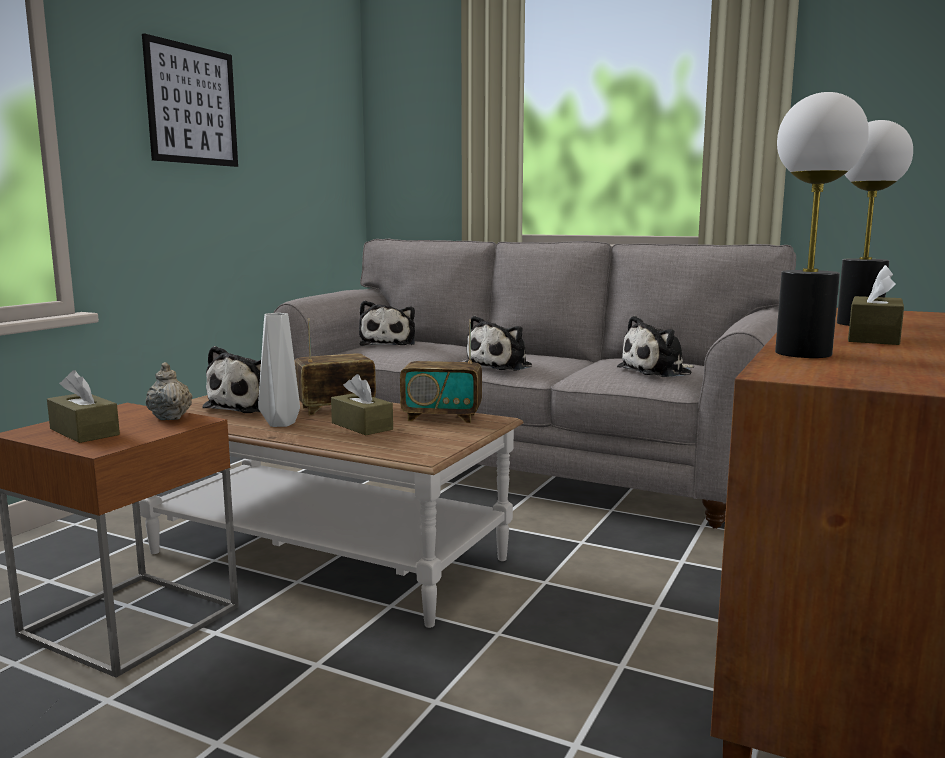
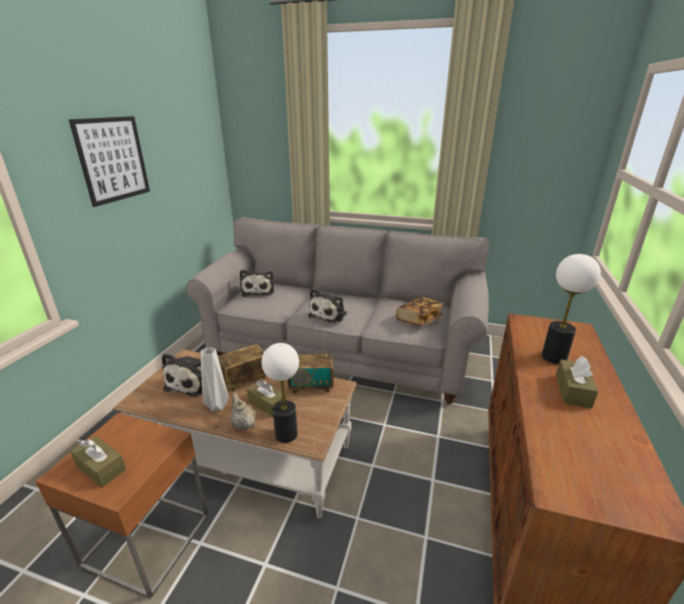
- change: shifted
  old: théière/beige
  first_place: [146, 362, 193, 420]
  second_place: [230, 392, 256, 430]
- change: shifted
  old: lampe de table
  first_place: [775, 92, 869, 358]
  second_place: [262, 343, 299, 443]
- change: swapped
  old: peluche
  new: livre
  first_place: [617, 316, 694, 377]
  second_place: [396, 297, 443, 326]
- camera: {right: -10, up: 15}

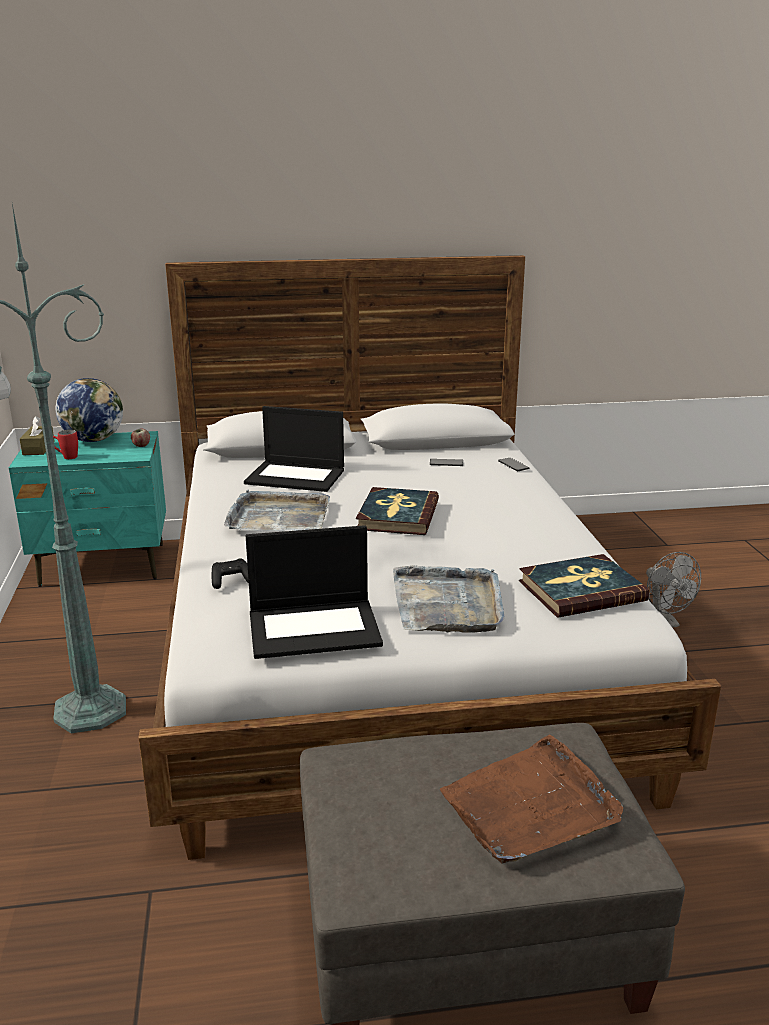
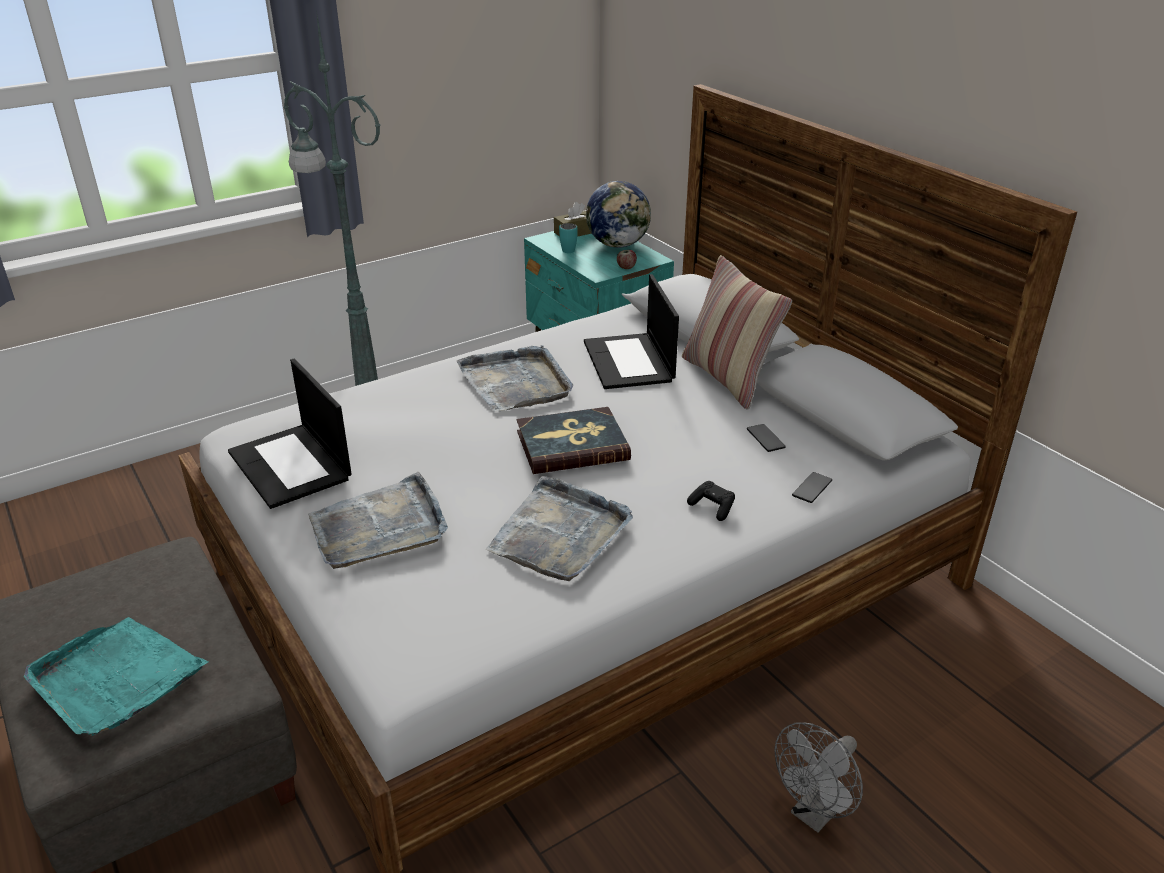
- change: repainted
  old: plateau/marron
  new: plateau/turquoise
  first_place: [440, 735, 623, 864]
  second_place: [24, 617, 208, 736]
- change: new
  new: plateau/gris
  second_place: [486, 476, 633, 581]
- change: repainted
  old: mug/rouge
  new: mug/turquoise
  first_place: [53, 430, 78, 459]
  second_place: [559, 223, 577, 253]
- change: new
  new: coussin
  second_place: [682, 255, 792, 410]
- change: shifted
  old: manette/noir
  first_place: [212, 558, 249, 589]
  second_place: [687, 481, 735, 521]
- change: gone
  old: livre
  first_place: [519, 554, 649, 618]
- camera: {right: 65, up: 10}

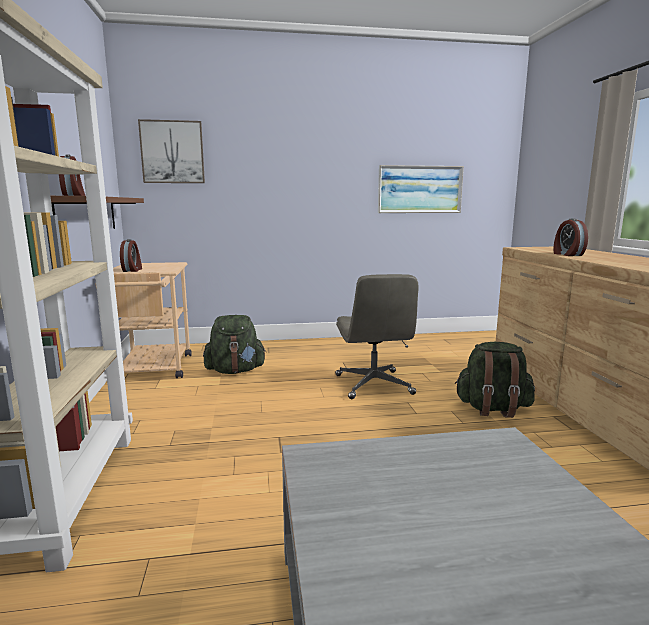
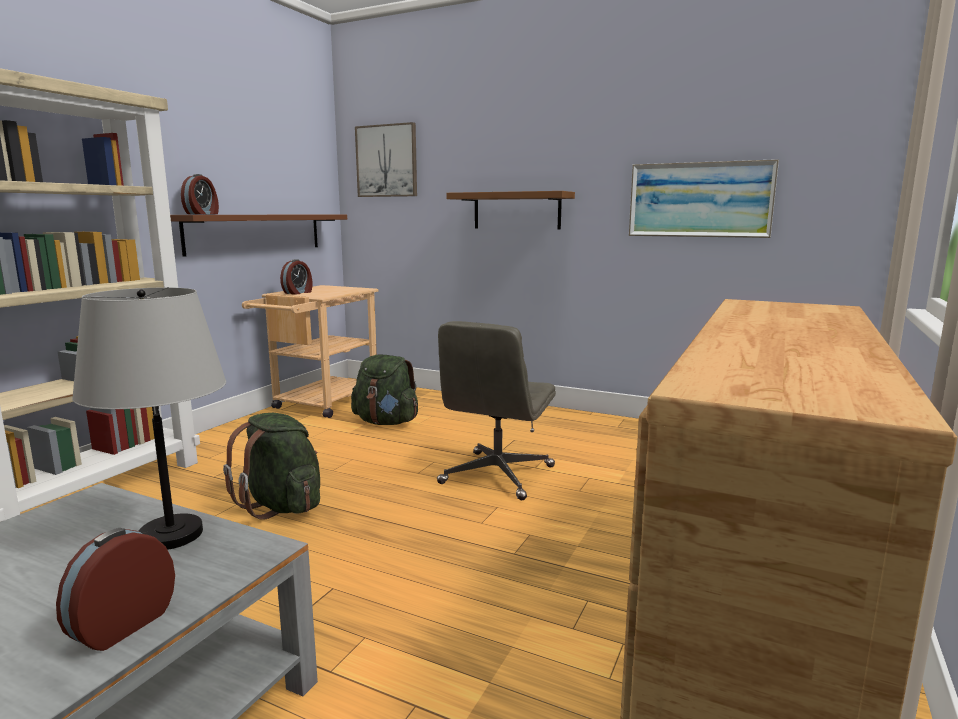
- change: shifted
  old: réveil
  first_place: [554, 218, 588, 256]
  second_place: [56, 528, 175, 651]
- change: new
  new: lampe de table/gris
  second_place: [72, 287, 226, 550]
- change: shifted
  old: sac à dos/vert
  first_place: [455, 342, 535, 418]
  second_place: [223, 413, 320, 520]
- change: new
  new: étagère/marron
  second_place: [446, 191, 575, 230]
- camera: {right: 35, up: 0}

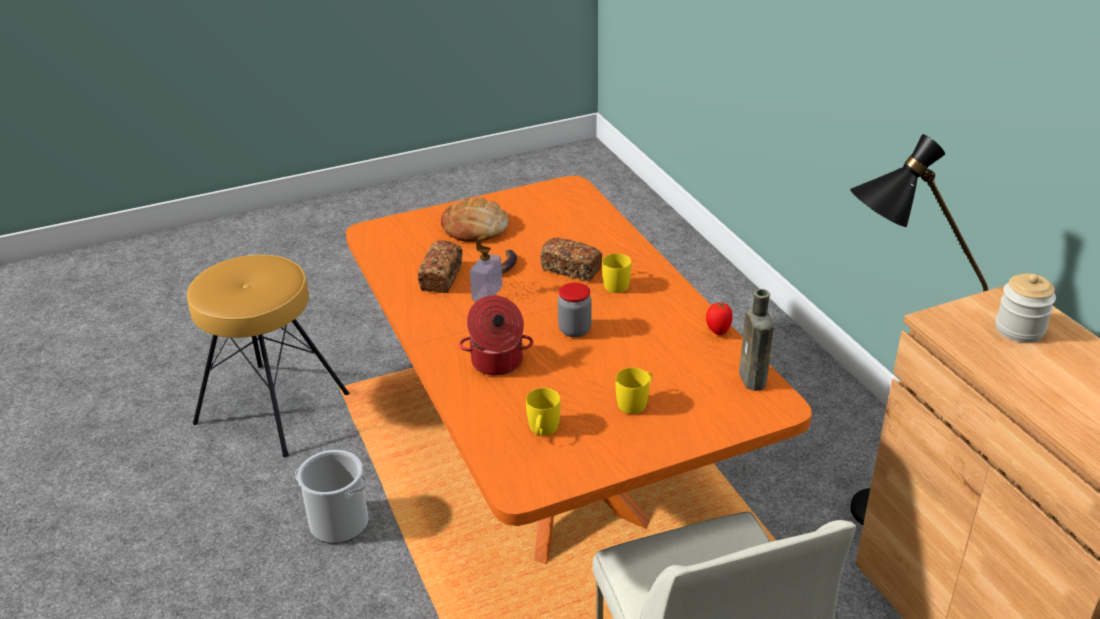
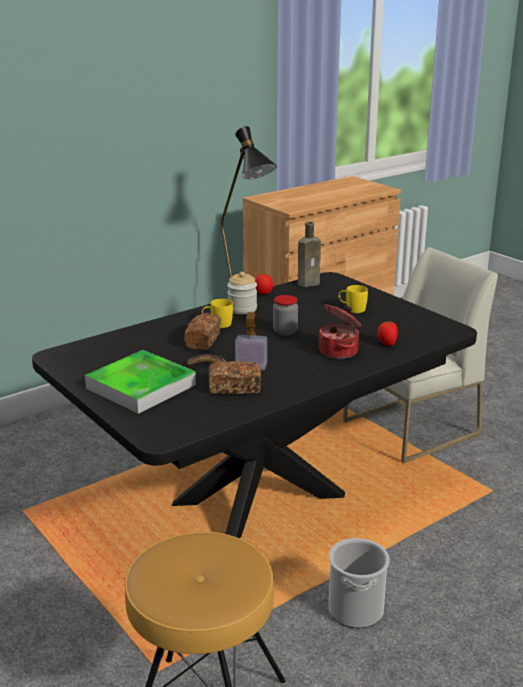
- change: repainted
  old: table à manger/orange
  new: table à manger/noir
  first_place: [346, 176, 812, 565]
  second_place: [32, 272, 477, 539]
- change: swapped
  old: pain
  new: plateau
  first_place: [441, 197, 509, 242]
  second_place: [85, 350, 196, 414]
- change: shifted
  old: bocal
  first_place: [996, 273, 1056, 342]
  second_place: [227, 272, 257, 315]
- change: new
  new: tomate
  second_place: [377, 321, 398, 346]
- change: gone
  old: mug/jaune
  first_place: [526, 388, 561, 436]
- camera: {right: -105, up: -10}

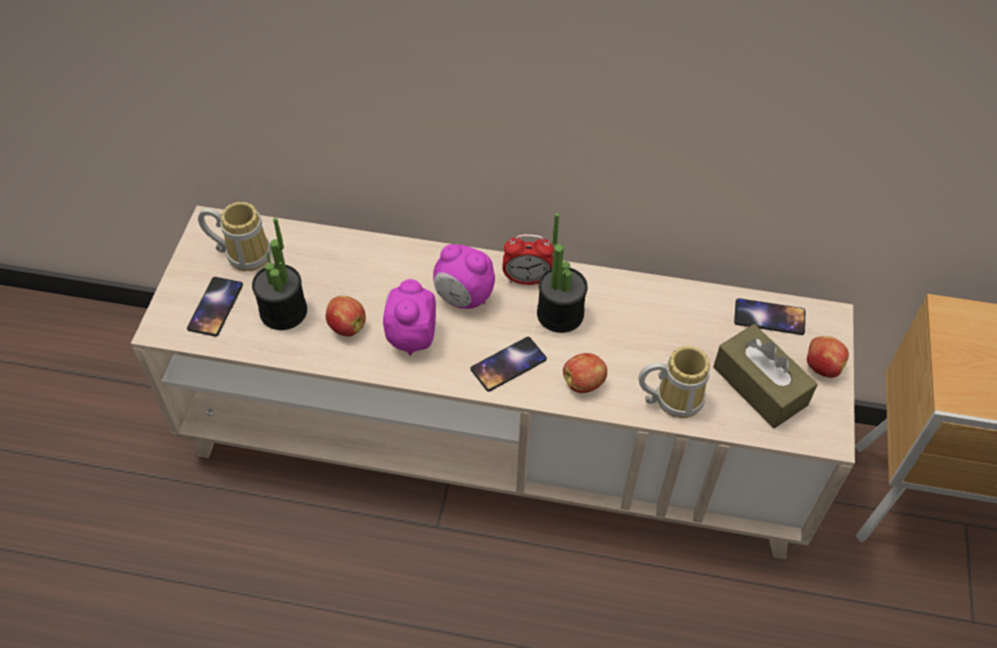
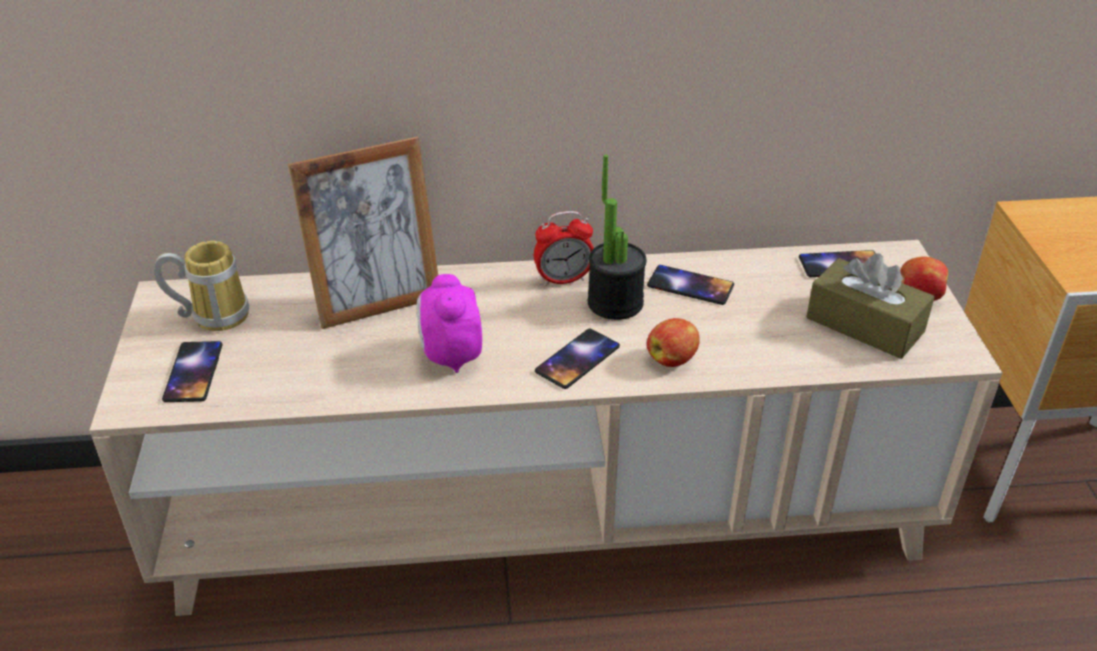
- change: new
  new: cadre photo
  second_place: [288, 137, 438, 329]
- change: new
  new: téléphone
  second_place: [647, 265, 734, 305]
- change: gone
  old: plante en pot
  first_place: [252, 218, 307, 330]
- change: gone
  old: pomme
  first_place: [326, 296, 366, 336]
- change: gone
  old: réveil
  first_place: [433, 244, 495, 309]
- change: gone
  old: mug
  first_place: [639, 346, 710, 418]
- camera: {right: -15, up: -15}

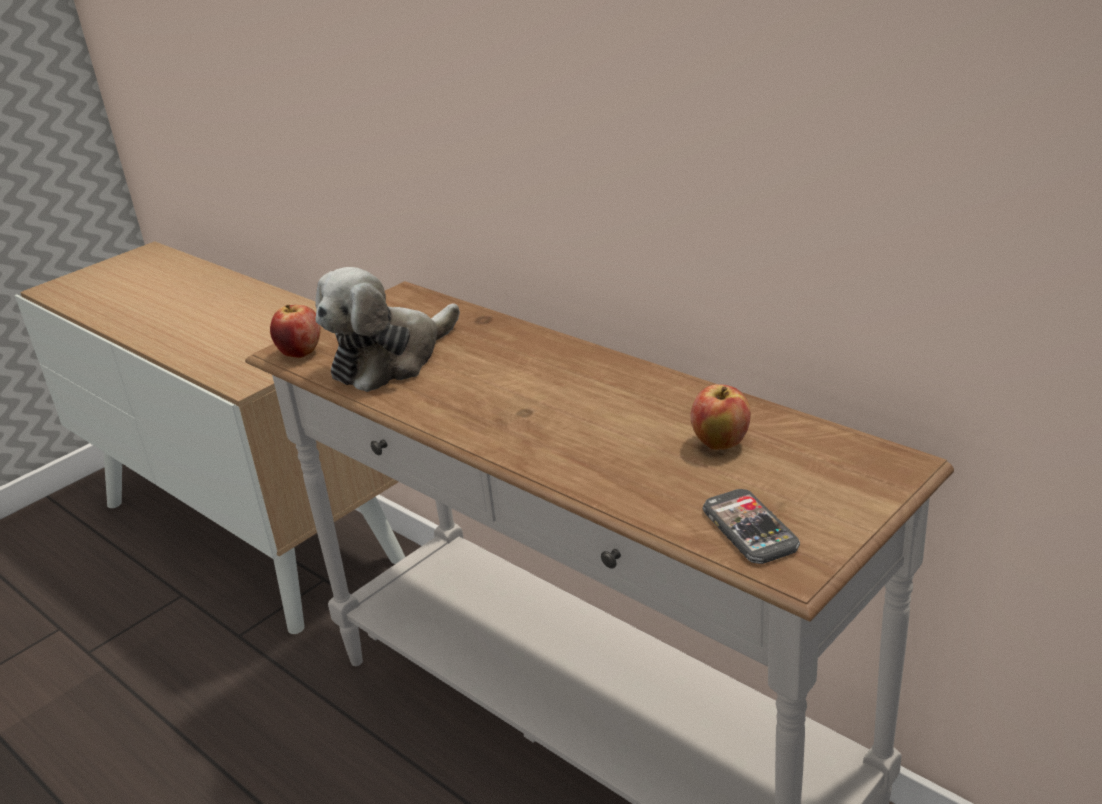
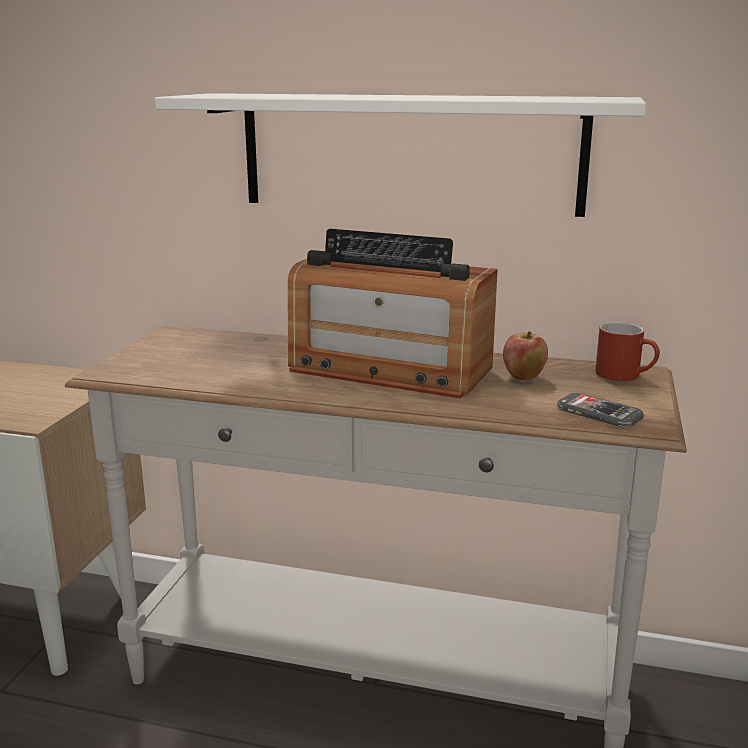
- change: new
  new: étagère/blanc
  second_place: [155, 93, 646, 217]
- change: new
  new: radio
  second_place: [287, 229, 498, 399]
- change: new
  new: mug/rouge
  second_place: [595, 322, 660, 381]
- change: gone
  old: pomme
  first_place: [270, 305, 321, 358]
- change: gone
  old: peluche
  first_place: [315, 267, 460, 392]
- camera: {right: -30, up: -10}

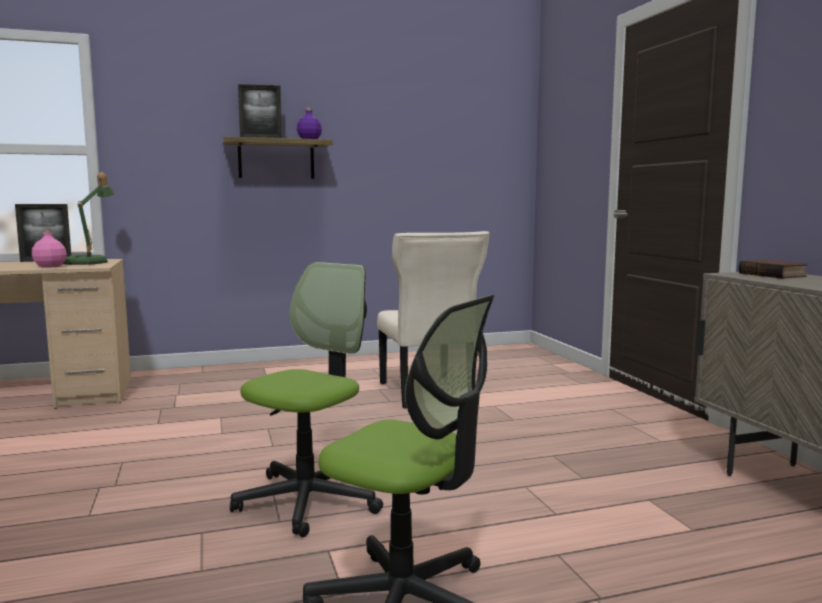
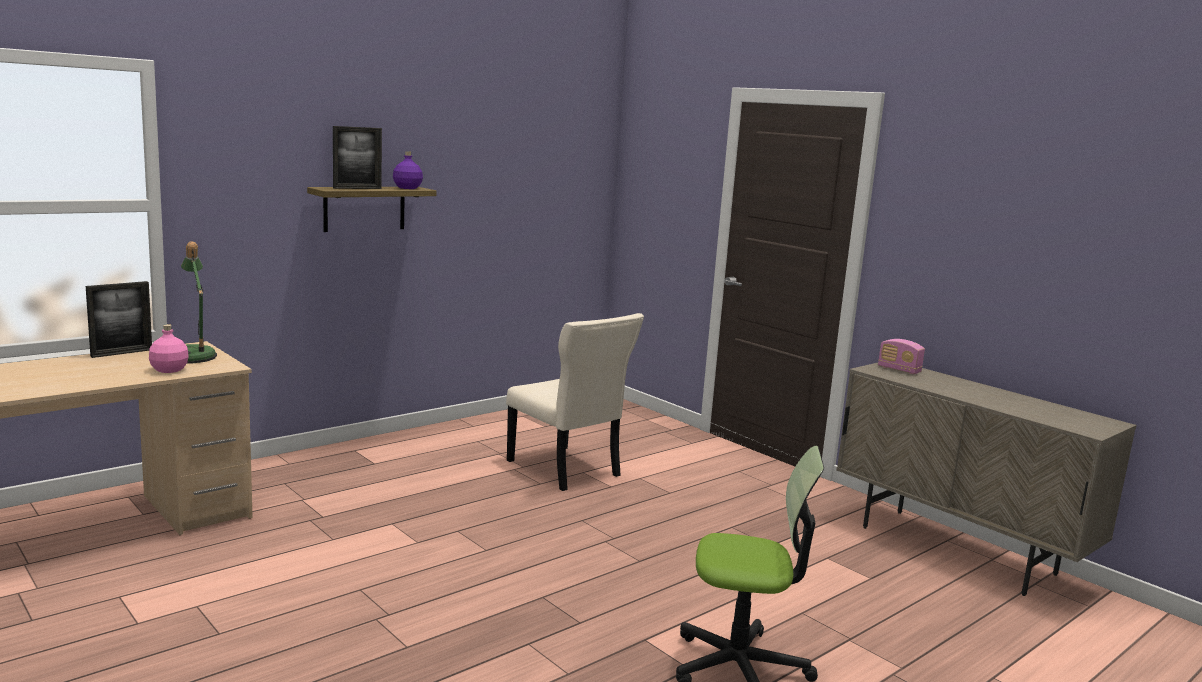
- change: swapped
  old: livre
  new: radio
  first_place: [739, 260, 808, 279]
  second_place: [878, 339, 925, 374]
- change: gone
  old: chaise de bureau
  first_place: [230, 262, 383, 537]
- camera: {right: -25, up: 5}

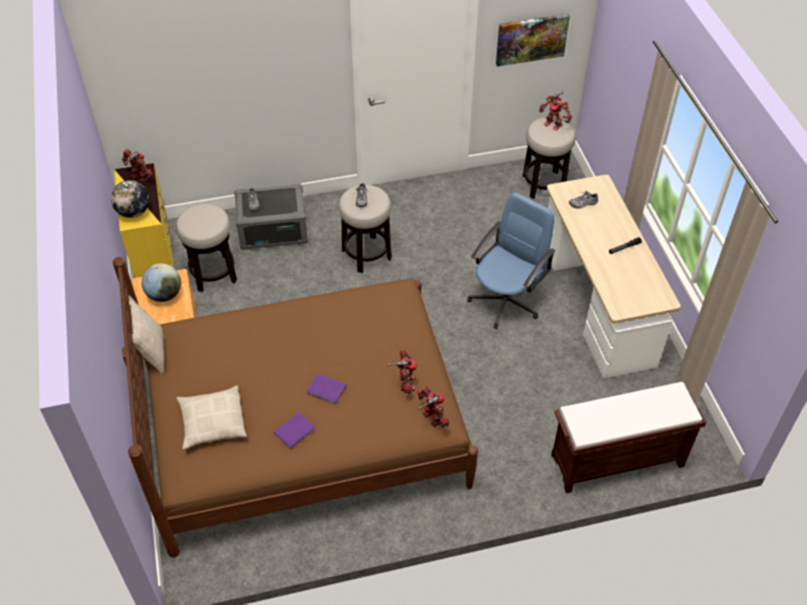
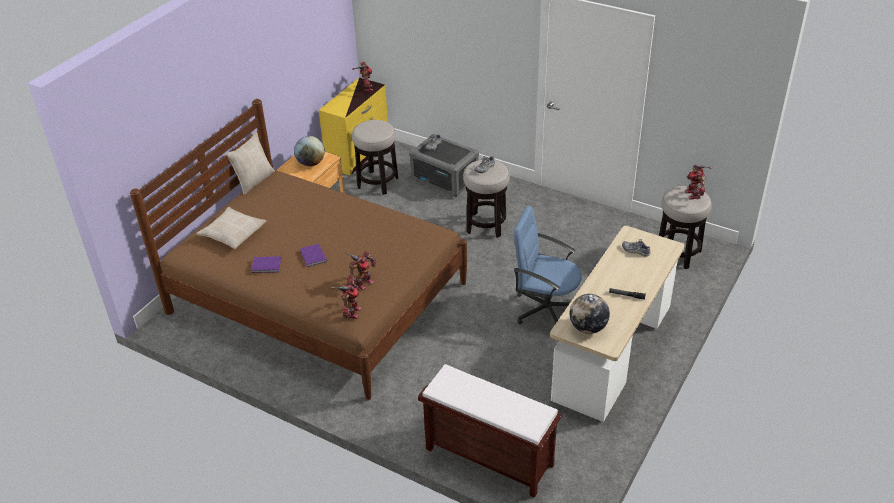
- change: rotated
  old: chaise de bureau/bleu
  first_place: [467, 192, 555, 329]
  second_place: [514, 206, 582, 324]
  degrees: -150
- change: shifted
  old: globe
  first_place: [111, 180, 149, 218]
  second_place: [570, 294, 610, 334]
- change: gone
  old: tableau
  first_place: [496, 14, 570, 67]
- camera: {right: 45, up: -10}

